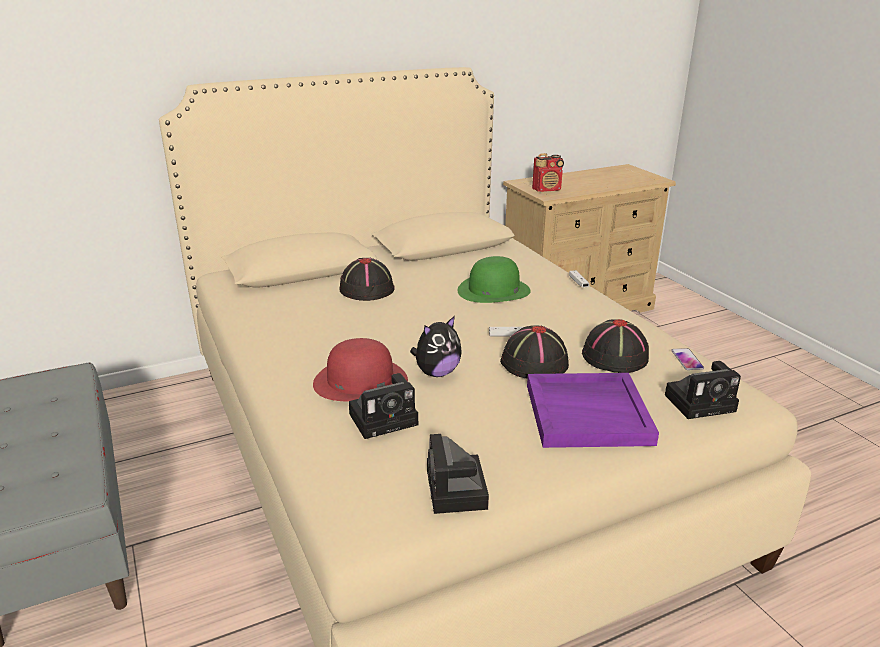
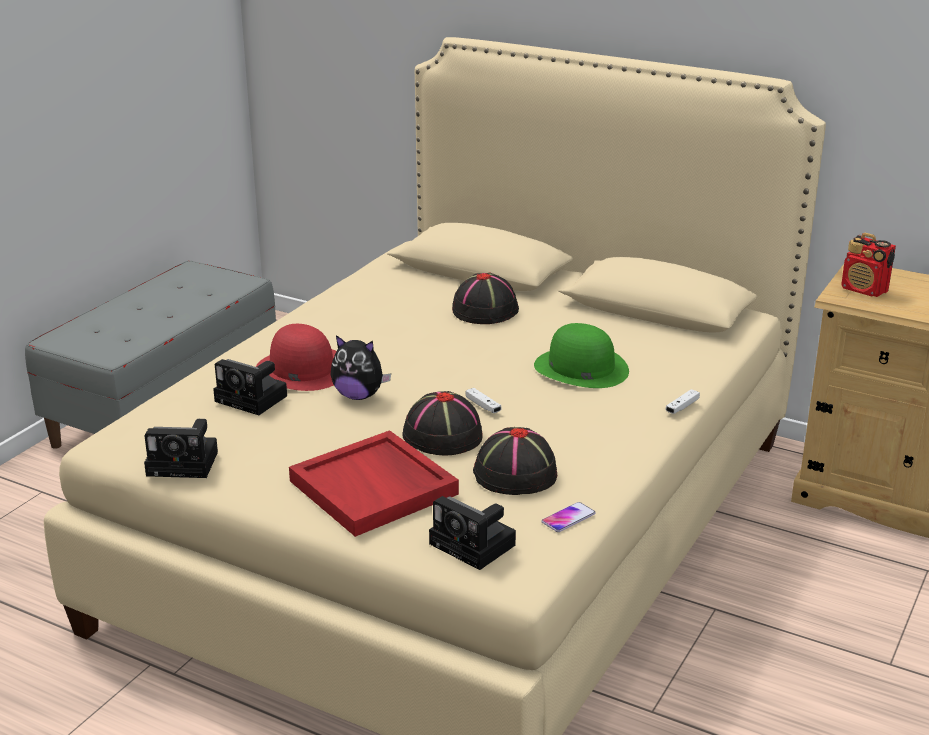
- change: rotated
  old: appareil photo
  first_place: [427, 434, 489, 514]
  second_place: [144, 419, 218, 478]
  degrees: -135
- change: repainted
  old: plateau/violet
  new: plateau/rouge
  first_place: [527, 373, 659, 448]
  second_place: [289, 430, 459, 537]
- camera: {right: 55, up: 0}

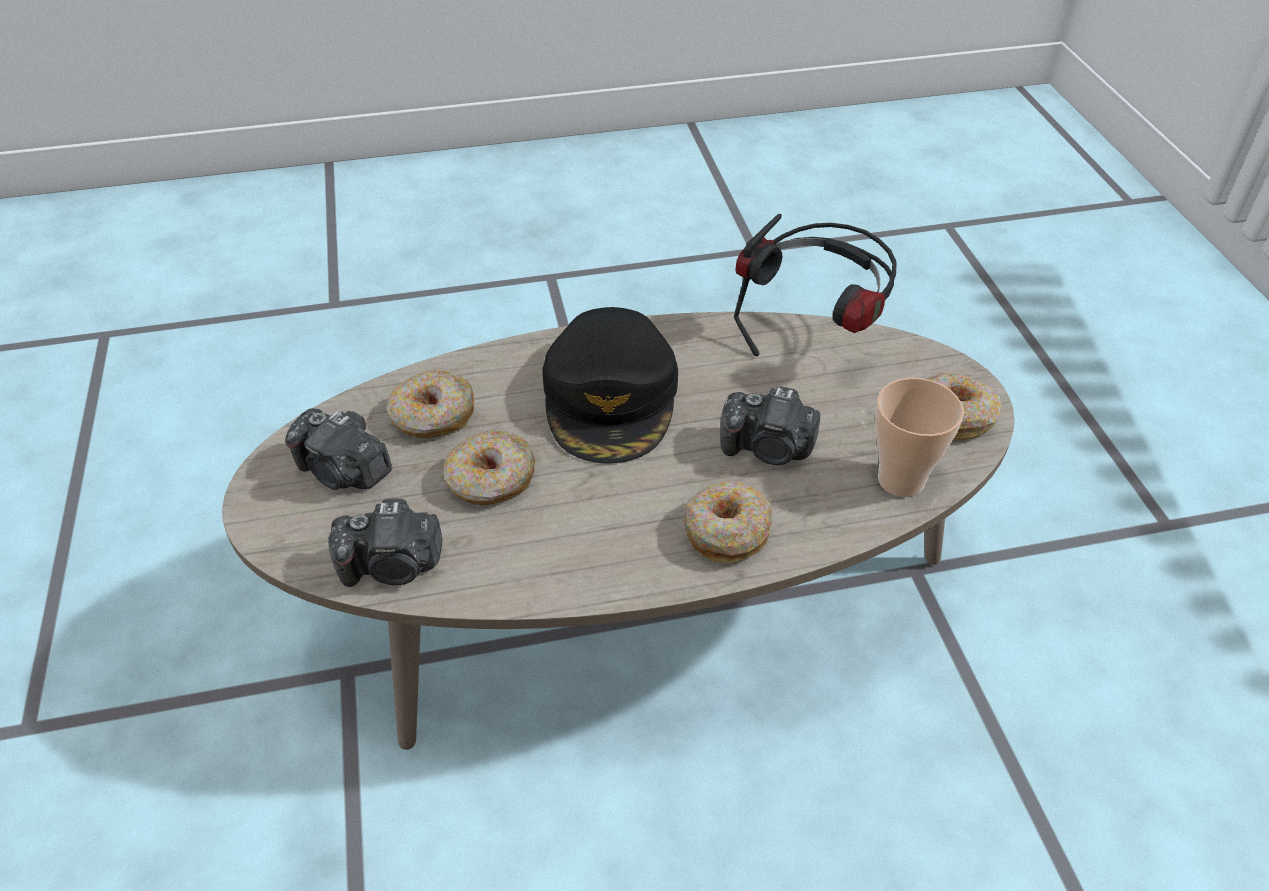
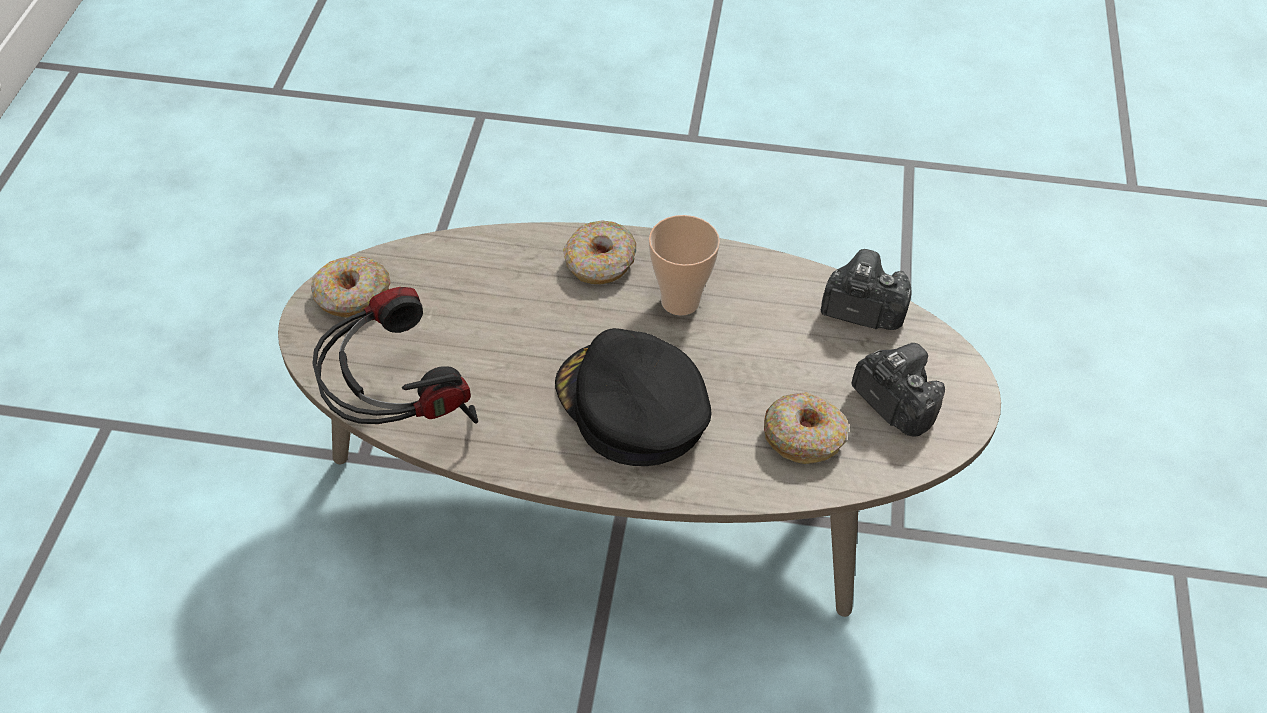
- change: rotated
  old: casquette/noir
  first_place: [542, 307, 678, 464]
  second_place: [555, 328, 712, 466]
  degrees: -60
- change: shifted
  old: tasse
  first_place: [875, 378, 964, 497]
  second_place: [648, 215, 720, 316]
- change: gone
  old: beignet
  first_place: [444, 431, 535, 505]
- change: gone
  old: appareil photo
  first_place: [720, 386, 820, 465]
- camera: {right: -160, up: 5}

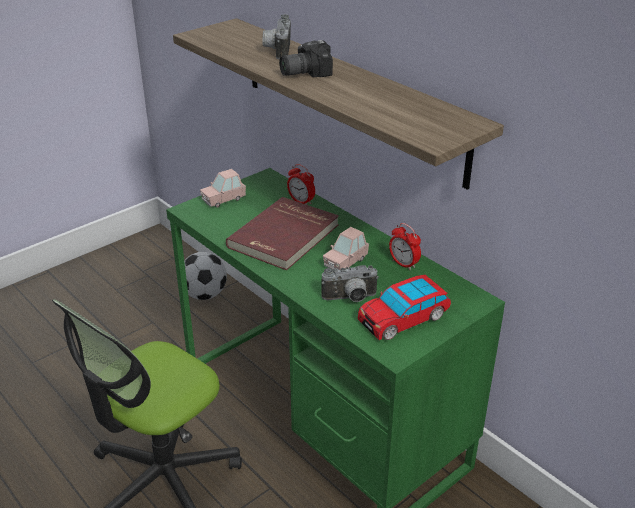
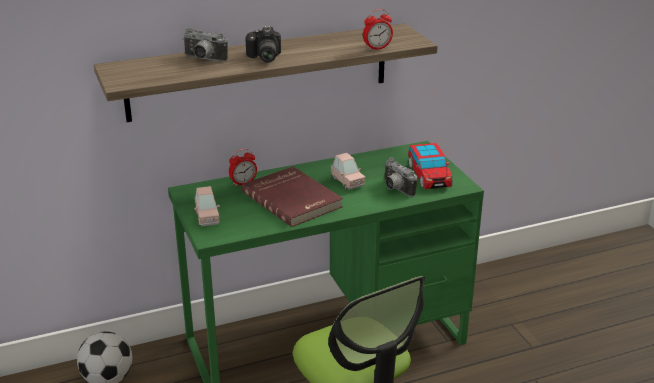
- change: shifted
  old: réveil
  first_place: [389, 223, 421, 270]
  second_place: [363, 9, 393, 51]
- change: rotated
  old: appareil photo
  first_place: [321, 265, 379, 302]
  second_place: [384, 158, 417, 197]
  degrees: 135
- camera: {right: -70, up: -5}

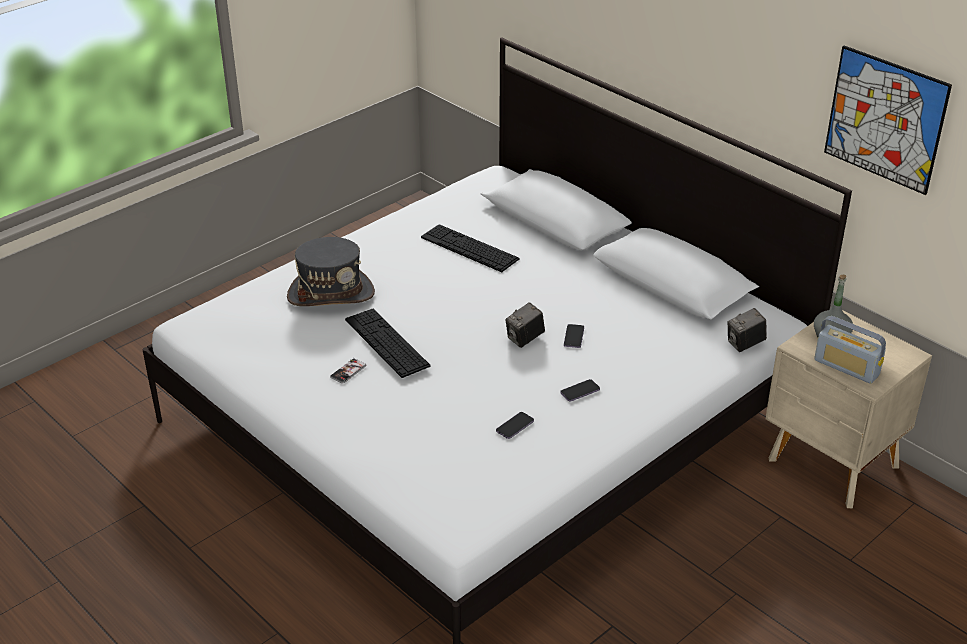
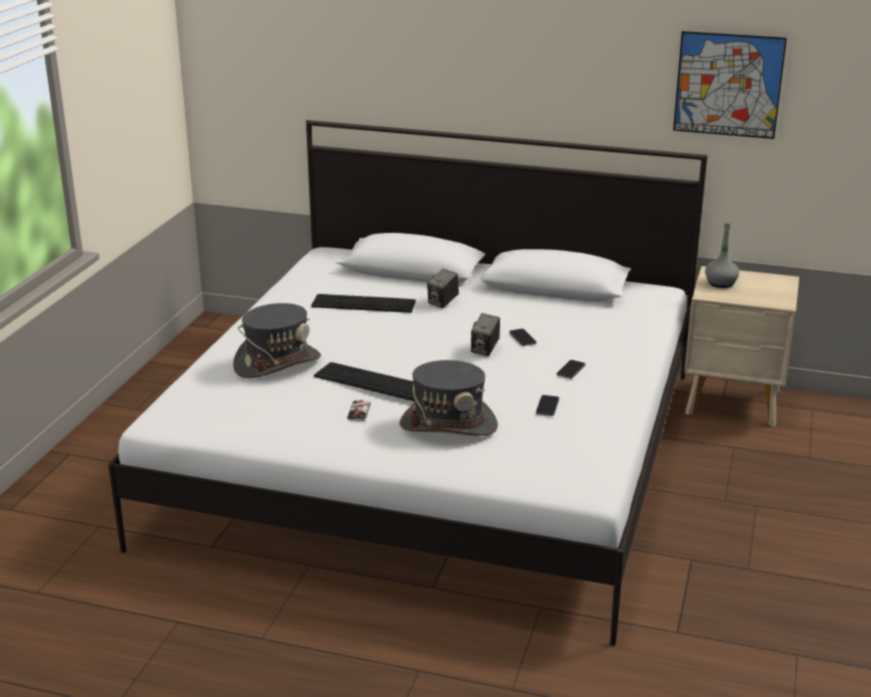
- change: new
  new: chapeau/gris
  second_place: [399, 360, 498, 436]
- change: shifted
  old: appareil photo
  first_place: [728, 308, 767, 352]
  second_place: [427, 269, 459, 308]
- change: gone
  old: radio
  first_place: [814, 316, 886, 384]
- camera: {right: -30, up: -10}

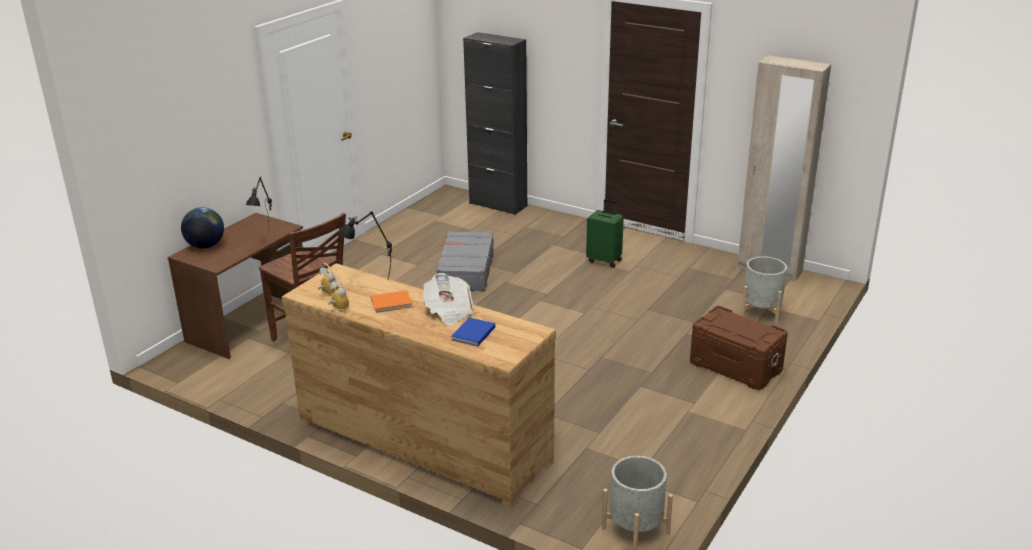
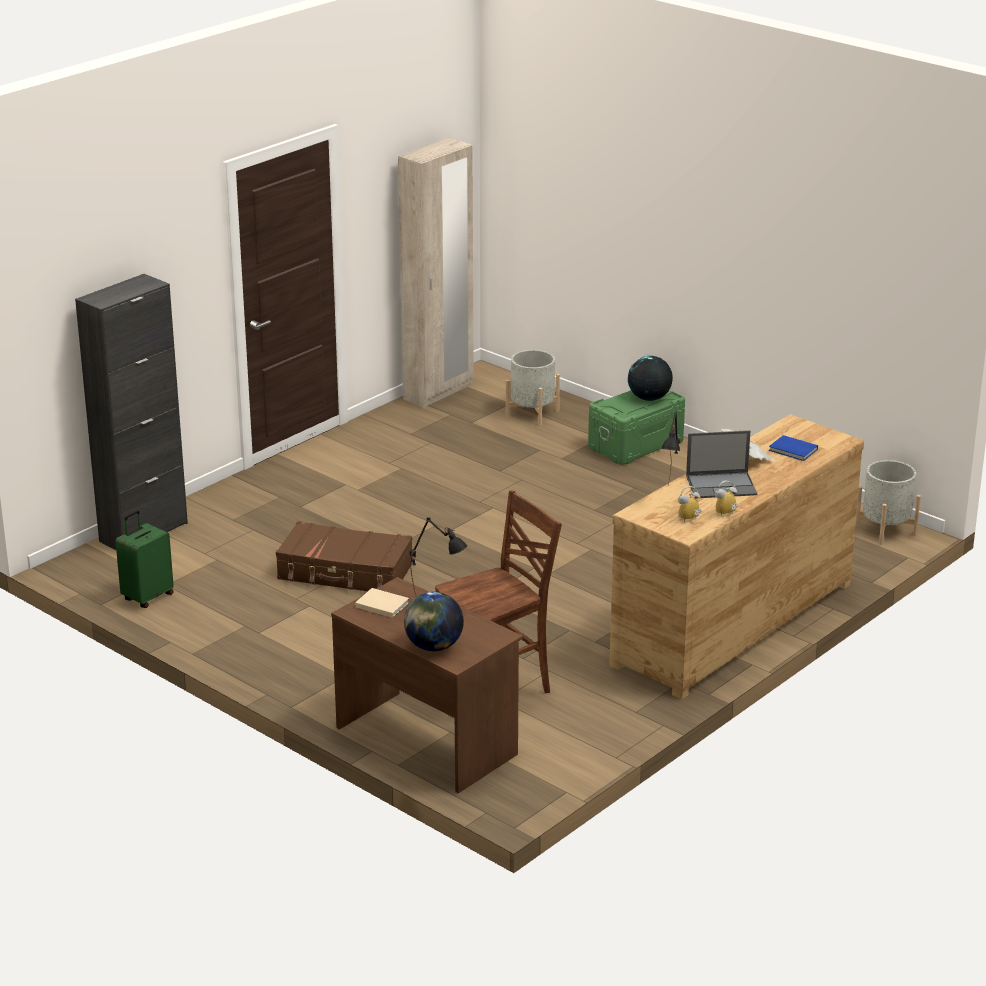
- change: shifted
  old: valise/vert
  first_place: [586, 199, 624, 268]
  second_place: [115, 510, 174, 608]
- change: repainted
  old: valise/gris
  new: valise/marron
  first_place: [436, 231, 494, 291]
  second_place: [276, 521, 413, 591]
- change: new
  new: livre/beige
  second_place: [355, 588, 409, 618]
- change: repainted
  old: boîte de rangement/marron
  new: boîte de rangement/vert
  first_place: [690, 306, 788, 390]
  second_place: [588, 390, 685, 465]
- change: new
  new: globe
  second_place: [628, 356, 673, 401]
- change: swapped
  old: livre/orange
  new: ordinateur portable
  first_place: [371, 290, 413, 313]
  second_place: [686, 430, 757, 498]
- camera: {right: -80, up: 0}

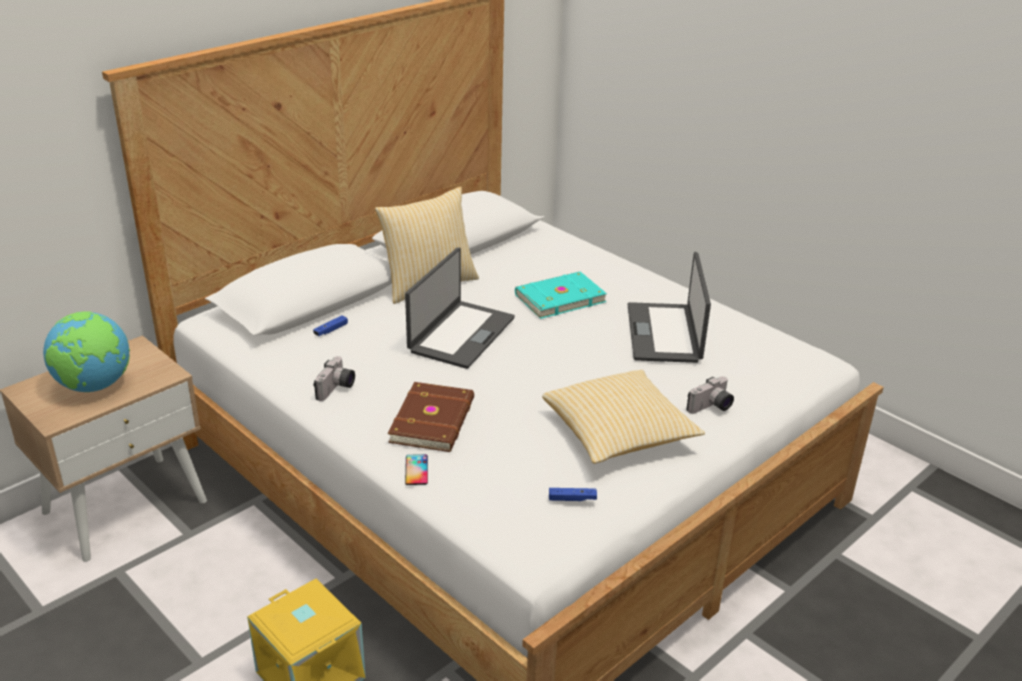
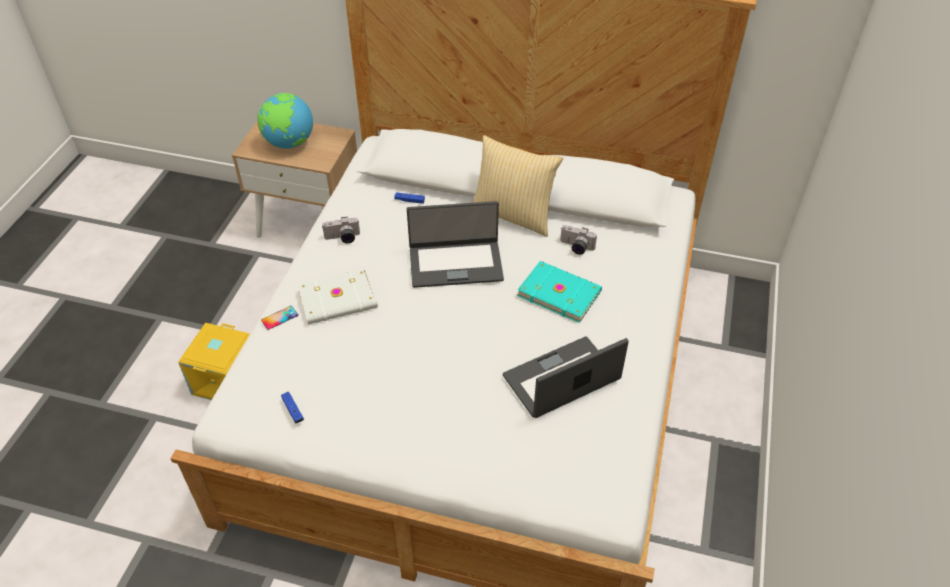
- change: repainted
  old: livre/marron
  new: livre/blanc
  first_place: [388, 382, 474, 452]
  second_place: [297, 269, 378, 324]
- change: shifted
  old: appareil photo
  first_place: [686, 376, 734, 414]
  second_place: [560, 225, 597, 255]
- change: gone
  old: coussin
  first_place: [542, 370, 705, 464]
- camera: {right: 60, up: 15}

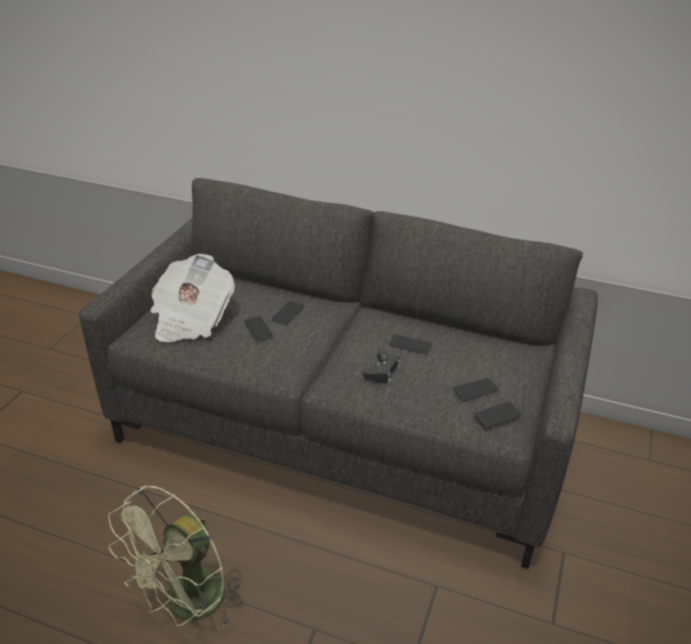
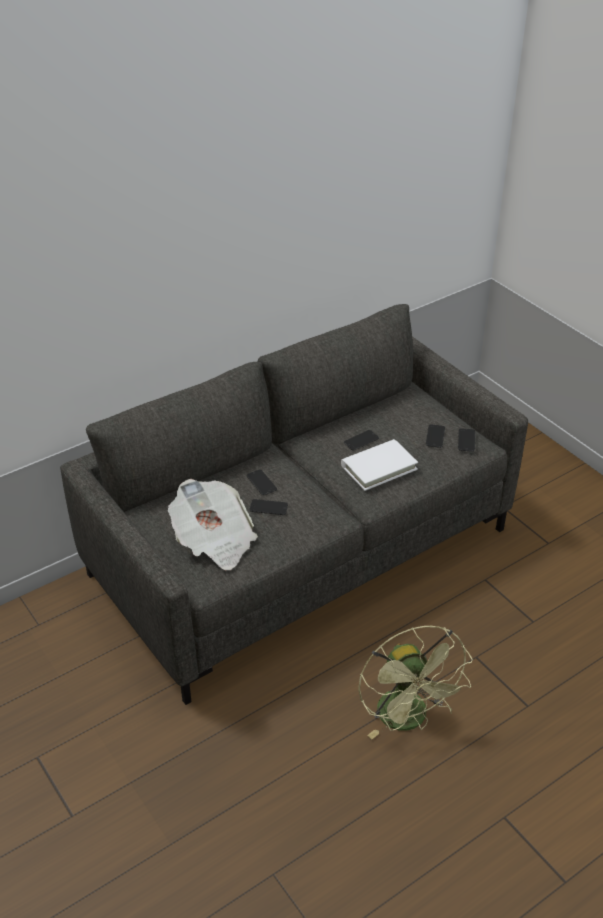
- change: swapped
  old: manette/noir
  new: livre/blanc
  first_place: [363, 350, 400, 383]
  second_place: [341, 439, 418, 491]
- camera: {right: -55, up: 5}

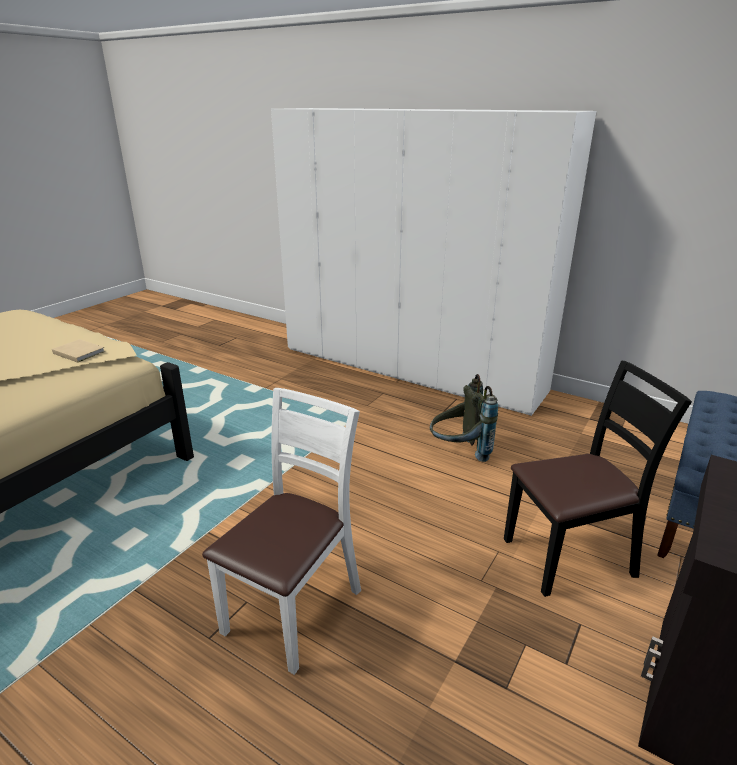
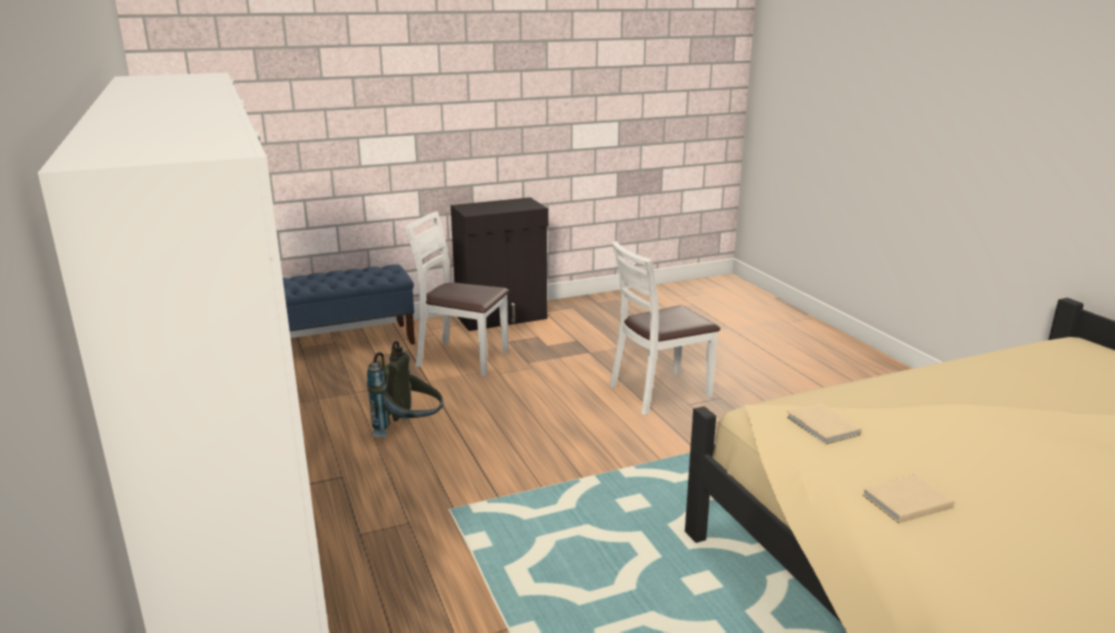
- change: repainted
  old: chaise/noir
  new: chaise/blanc
  first_place: [504, 360, 692, 597]
  second_place: [405, 211, 509, 376]
- change: new
  new: livre/beige
  second_place: [862, 474, 955, 523]
- camera: {right: -145, up: -5}

